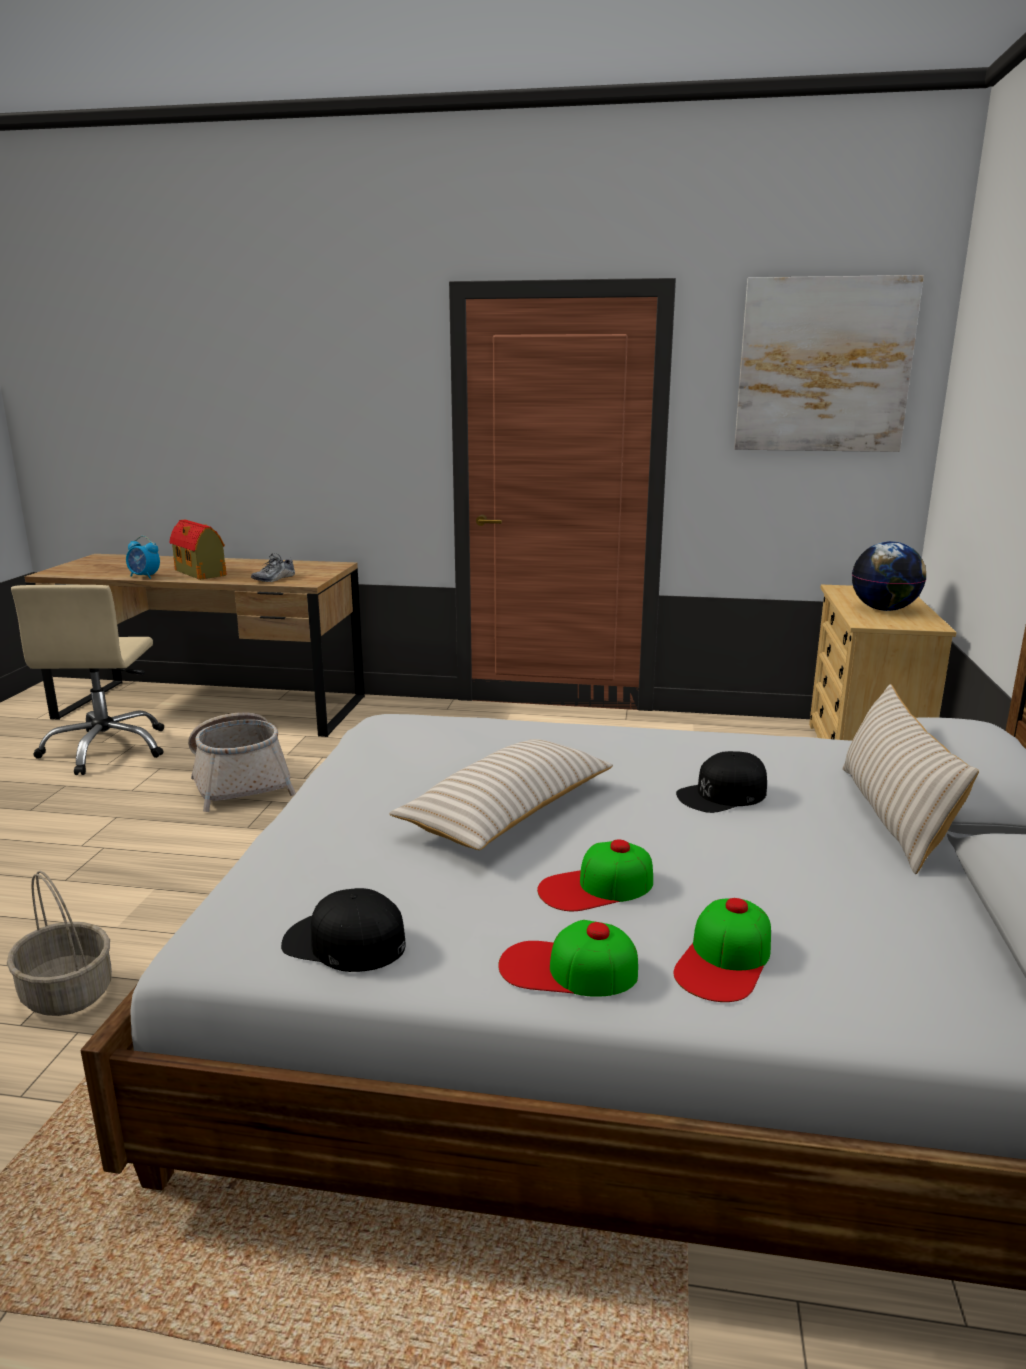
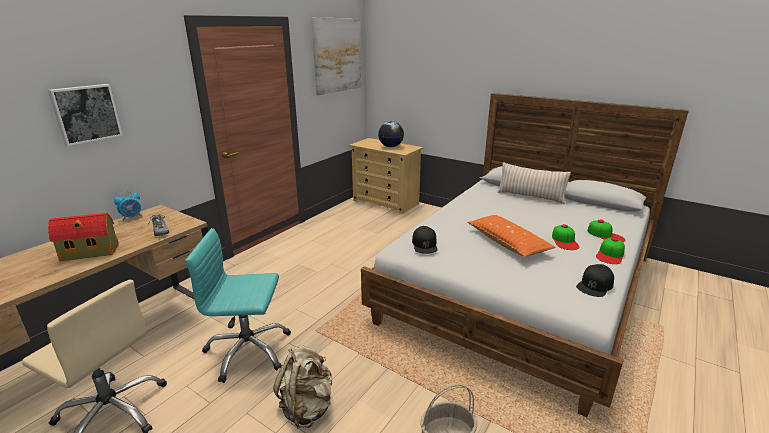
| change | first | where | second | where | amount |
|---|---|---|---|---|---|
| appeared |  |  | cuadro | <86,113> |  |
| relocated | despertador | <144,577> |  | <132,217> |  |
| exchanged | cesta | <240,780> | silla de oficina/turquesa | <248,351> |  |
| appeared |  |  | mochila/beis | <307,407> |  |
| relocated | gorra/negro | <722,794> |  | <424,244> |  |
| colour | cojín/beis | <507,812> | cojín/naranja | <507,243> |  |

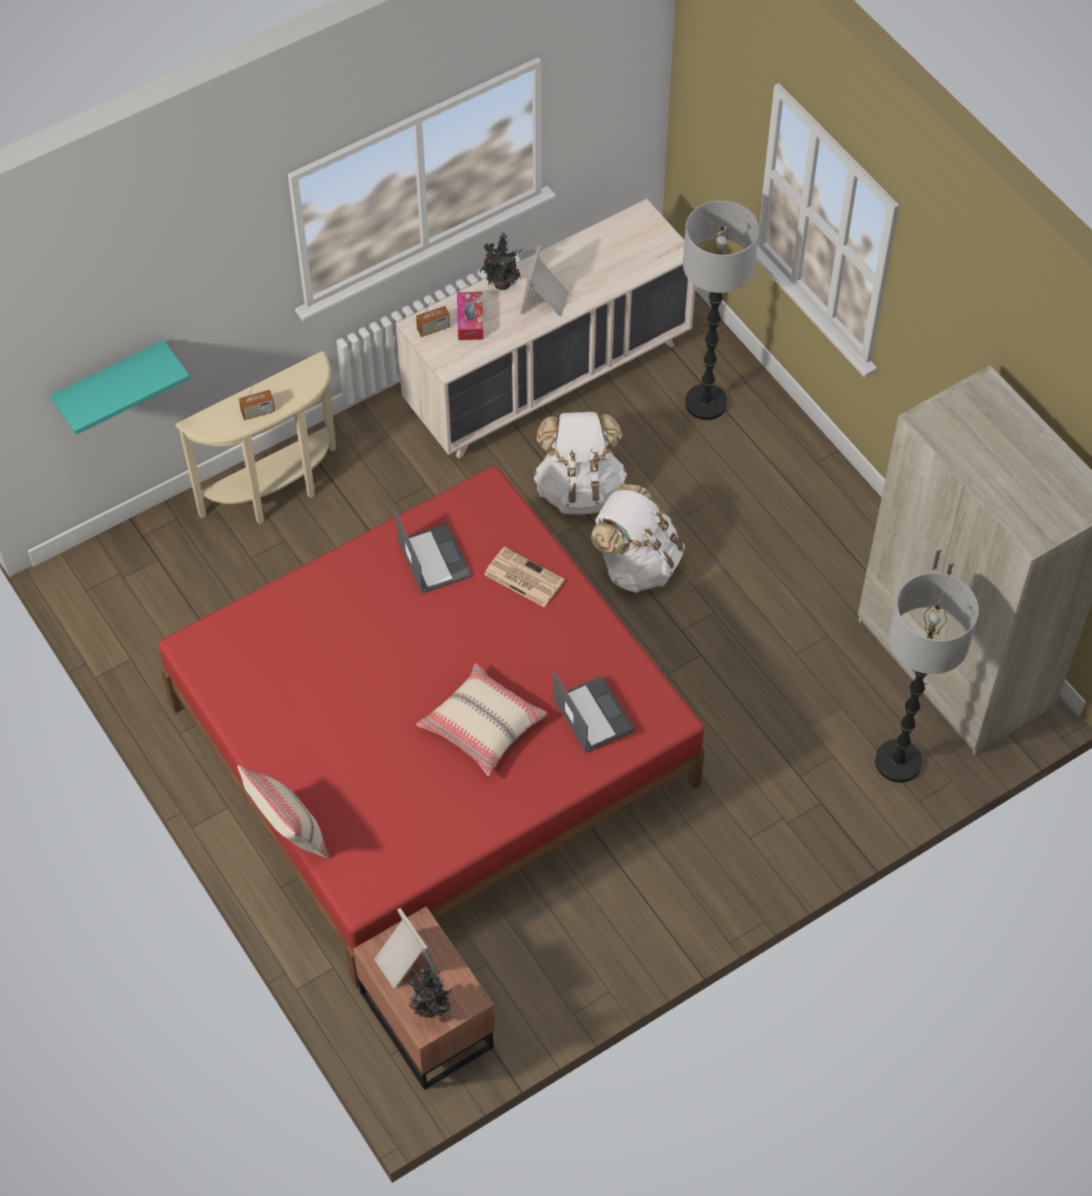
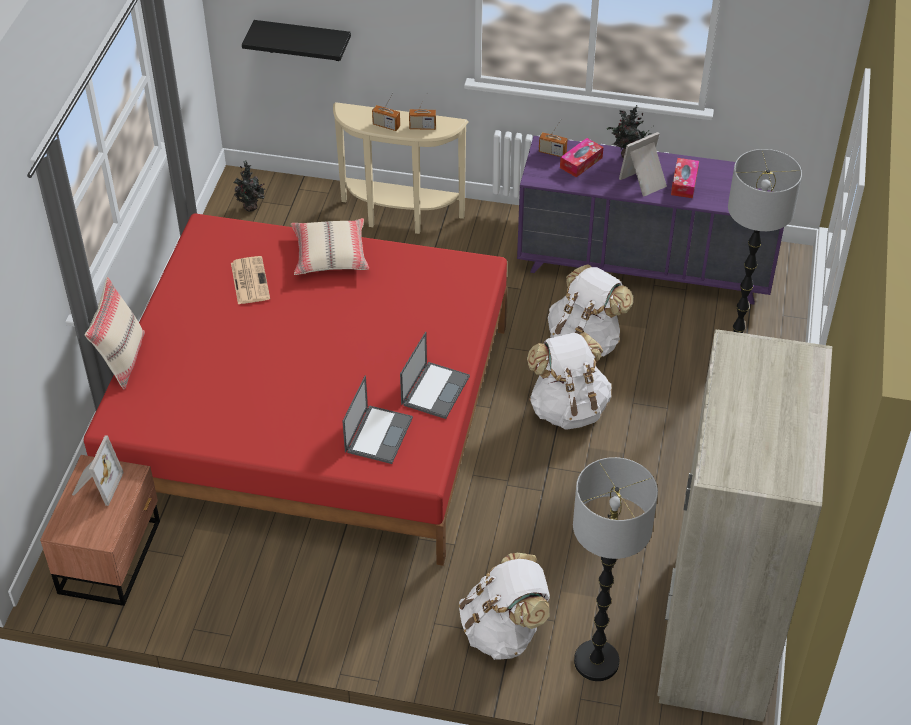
| change | first | where | second | where | amount |
|---|---|---|---|---|---|
| relocated | periódico | <522,577> |  | <249,280> |  |
| relocated | planta en maceta | <431,1008> |  | <251,208> |  |
| colour | estante/turquesa | <110,381> | estante/negro | <303,40> |  |
| relocated | cojín/beis | <482,726> |  | <330,254> |  |
| relocated | portátil | <433,558> |  | <435,389> |  |
| appeared |  |  | radio | <422,127> |  |
| appeared |  |  | mochila/blanco | <504,631> |  |
| colour | cómoda/beis | <548,377> | cómoda/morado | <645,267> |  |
| appeared |  |  | caja de pañuelos | <684,183> |  |

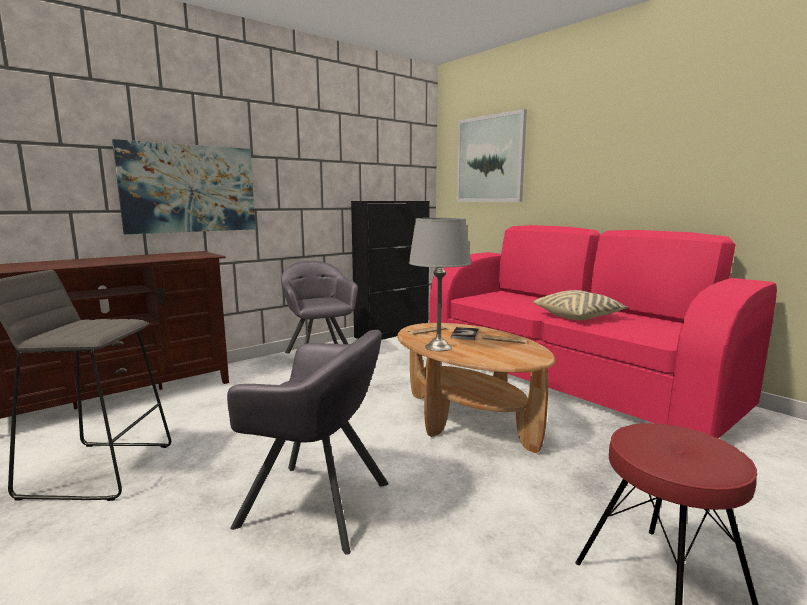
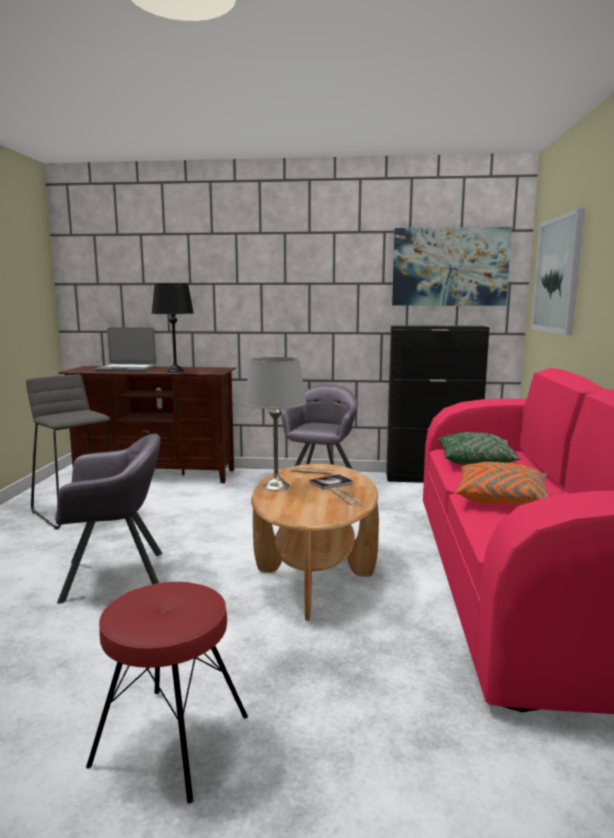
| change | first | where | second | where | amount |
|---|---|---|---|---|---|
| spun | sillón/gris | <316,505> |  | <115,576> | 75 degrees counterclockwise |
| appeared |  |  | portátil | <126,369> |  |
| appeared |  |  | lámpara de mesa/negro | <175,371> |  |
| relocated | cuadro | <190,188> |  | <450,267> |  |
| appeared |  |  | cojín/verde | <476,462> |  |
| colour | cojín/beis | <578,316> | cojín/naranja | <502,499> |  |

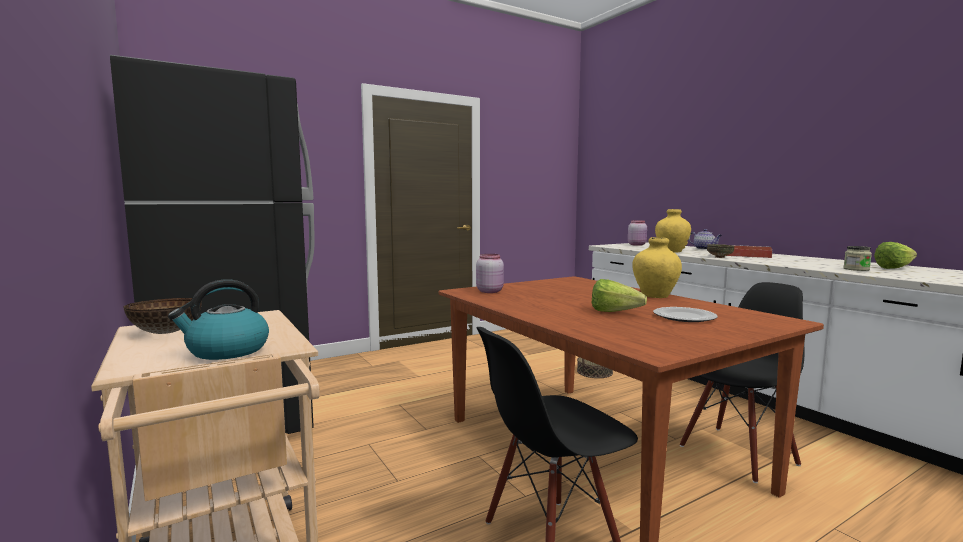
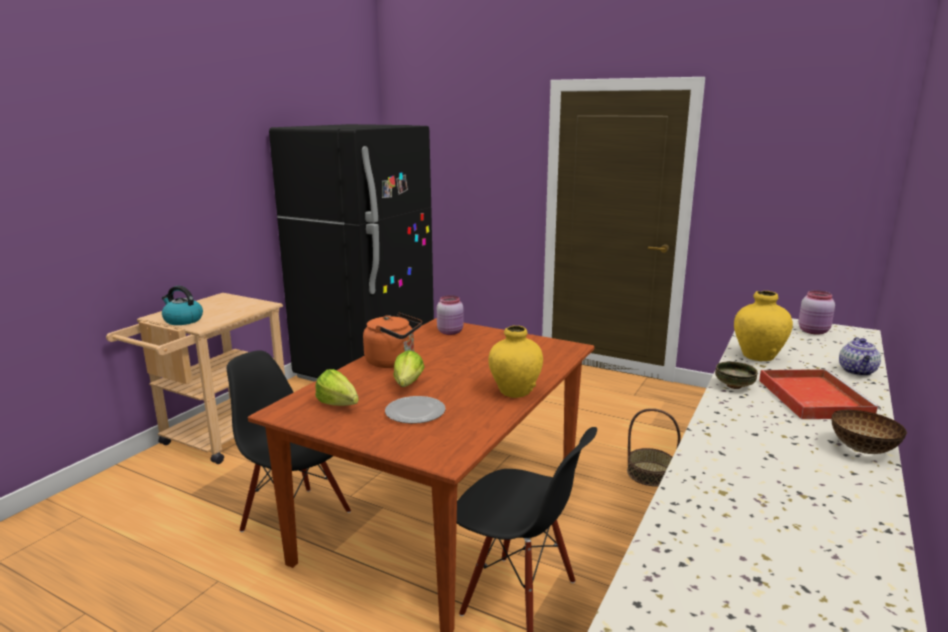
| change | first | where | second | where | amount |
|---|---|---|---|---|---|
| relocated | lechuga | <898,268> |  | <340,406> |  |
| appeared |  |  | hervidor/naranja | <393,362> |  |
| relocated | cuenco | <167,332> |  | <863,449> |  |
| missing | tarro | <856,269> |  |  |  |

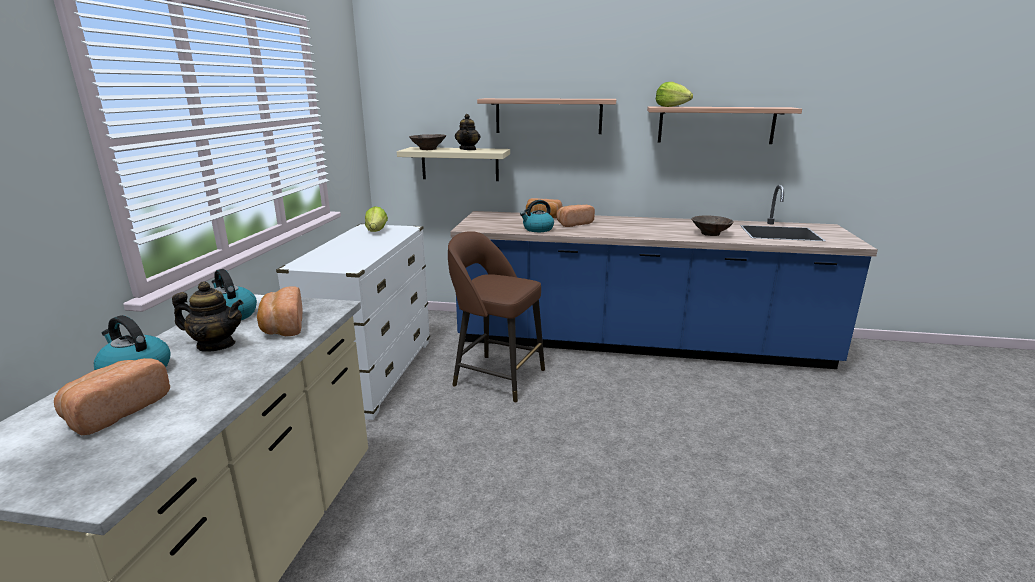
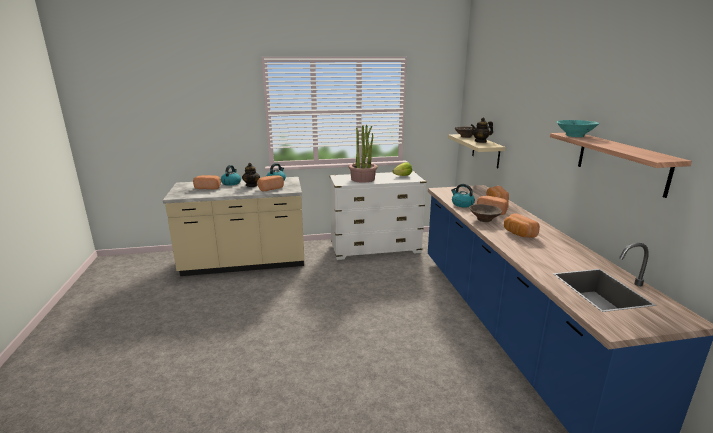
| change | first | where | second | where | amount |
|---|---|---|---|---|---|
| appeared |  |  | planta en maceta | <363,179> |  |
| relocated | cuenco/marrón | <710,234> |  | <484,219> |  |
| appeared |  |  | pan | <518,233> |  |
| exchanged | lechuga | <671,106> | cuenco/turquesa | <575,135> |  |
| missing | taburete/marrón | <497,377> |  |  |  |
| missing | estante | <548,116> |  |  |  |

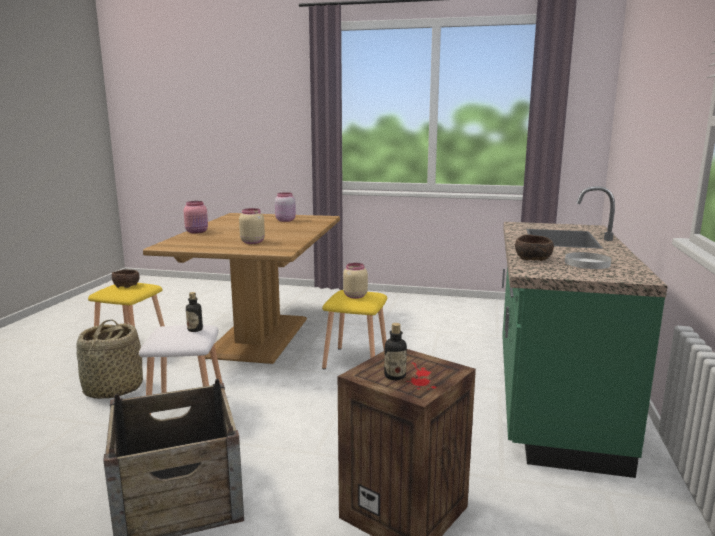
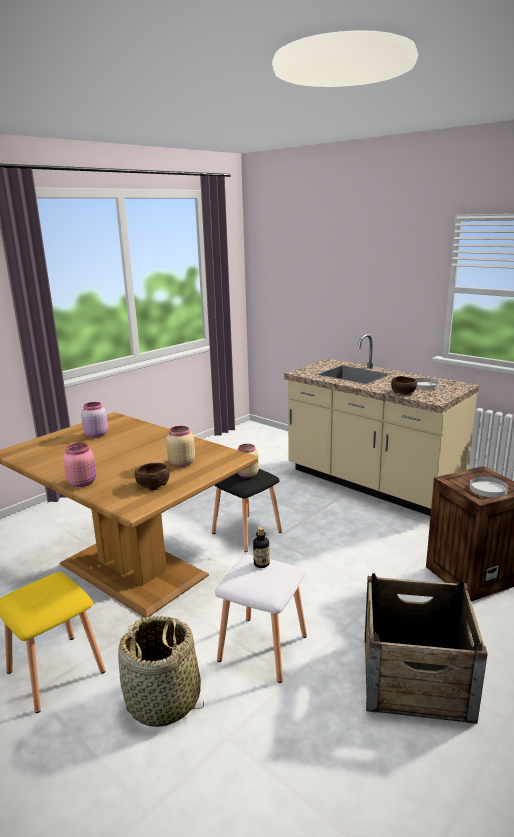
| change | first | where | second | where | amount |
|---|---|---|---|---|---|
| relocated | cuenco/marrón | <126,285> |  | <152,484> |  |
| colour | taburete/amarillo | <356,361> | taburete/negro | <248,532> |  |
| colour | mueble bajo de cocina/verde | <551,400> | mueble bajo de cocina/beis | <371,484> |  |
| exchanged | botella | <395,376> | plato/blanco | <488,489> |  |

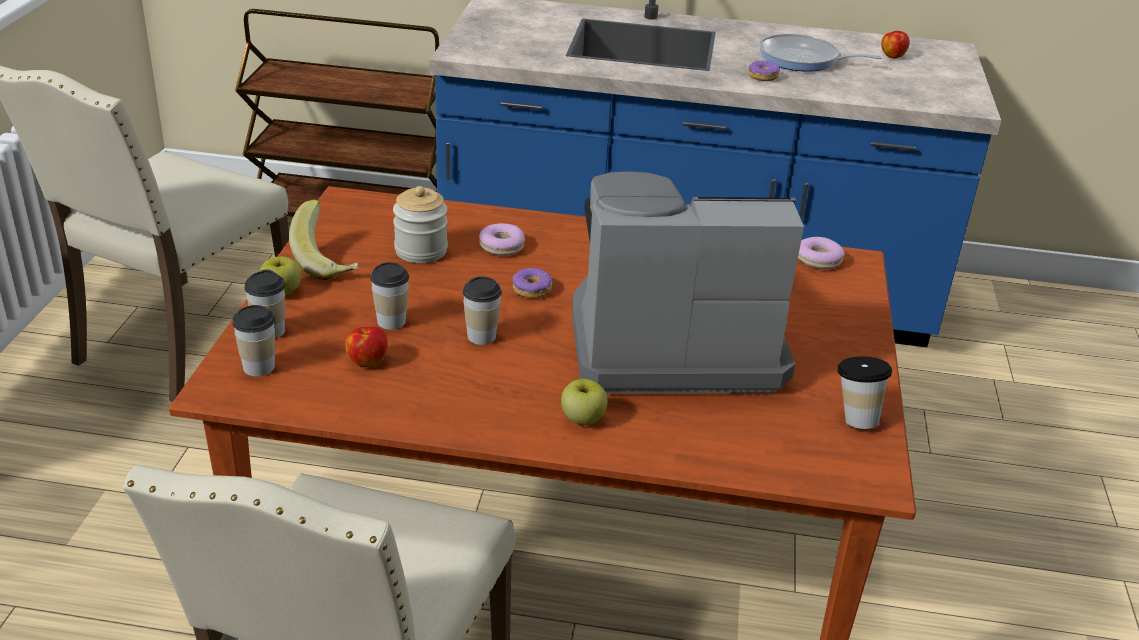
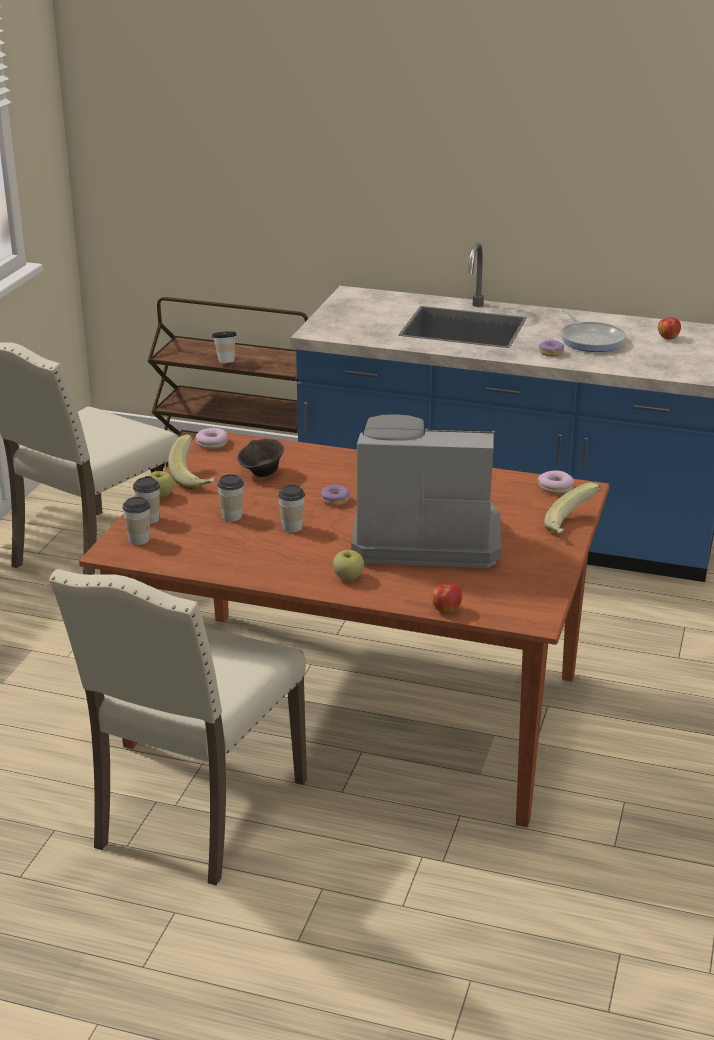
| change | first | where | second | where | amount |
|---|---|---|---|---|---|
| relocated | rosquilla | <502,246> |  | <212,443> |  |
| relocated | taza | <854,417> |  | <225,361> |  |
| exchanged | tarro | <421,251> | cuenco/marrón | <262,473> |  |
| relocated | manzana | <367,361> |  | <446,609> |  |
| appeared |  |  | plátano | <572,526> |  |
| spun | sartén | <803,59> |  | <590,340> | 135 degrees counterclockwise |

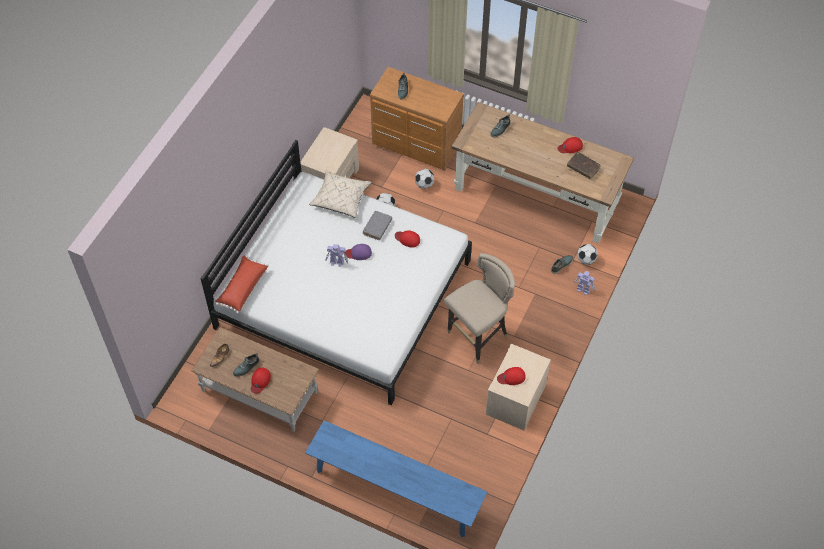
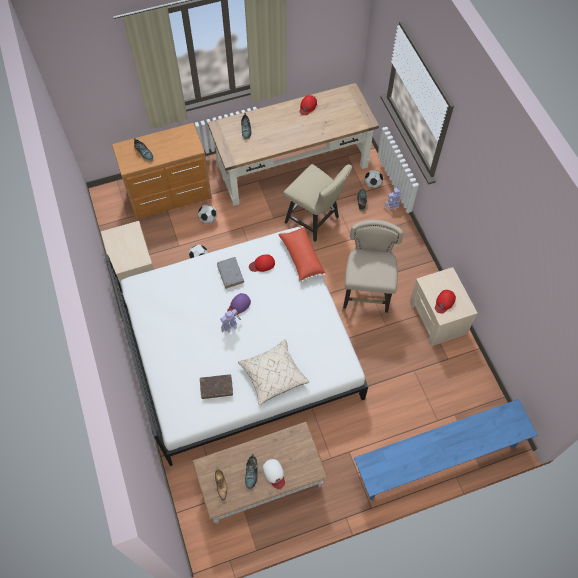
| change | first | where | second | where | amount |
|---|---|---|---|---|---|
| relocated | libro/marrón | <583,167> |  | <216,388> |  |
| relocated | cojín/beis | <341,198> |  | <273,375> |  |
| colour | gorra/rojo | <260,381> | gorra/blanco | <274,473> |  |
| relocated | cojín/rojo | <242,288> |  | <301,257> |  |
| appeared |  |  | silla/beis | <315,221> |  |

